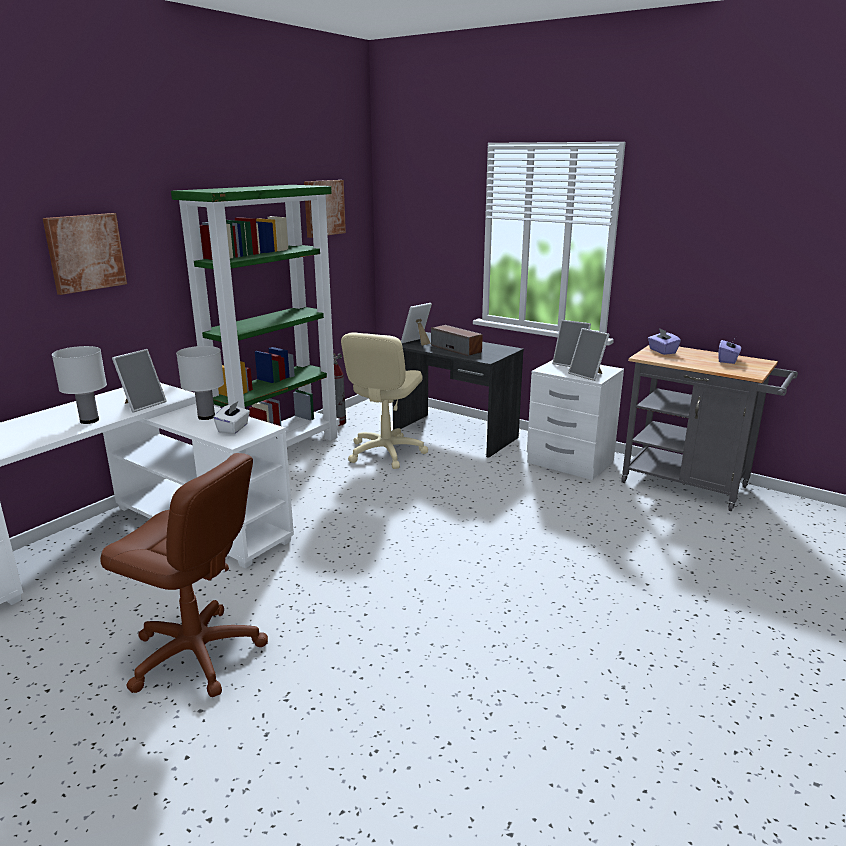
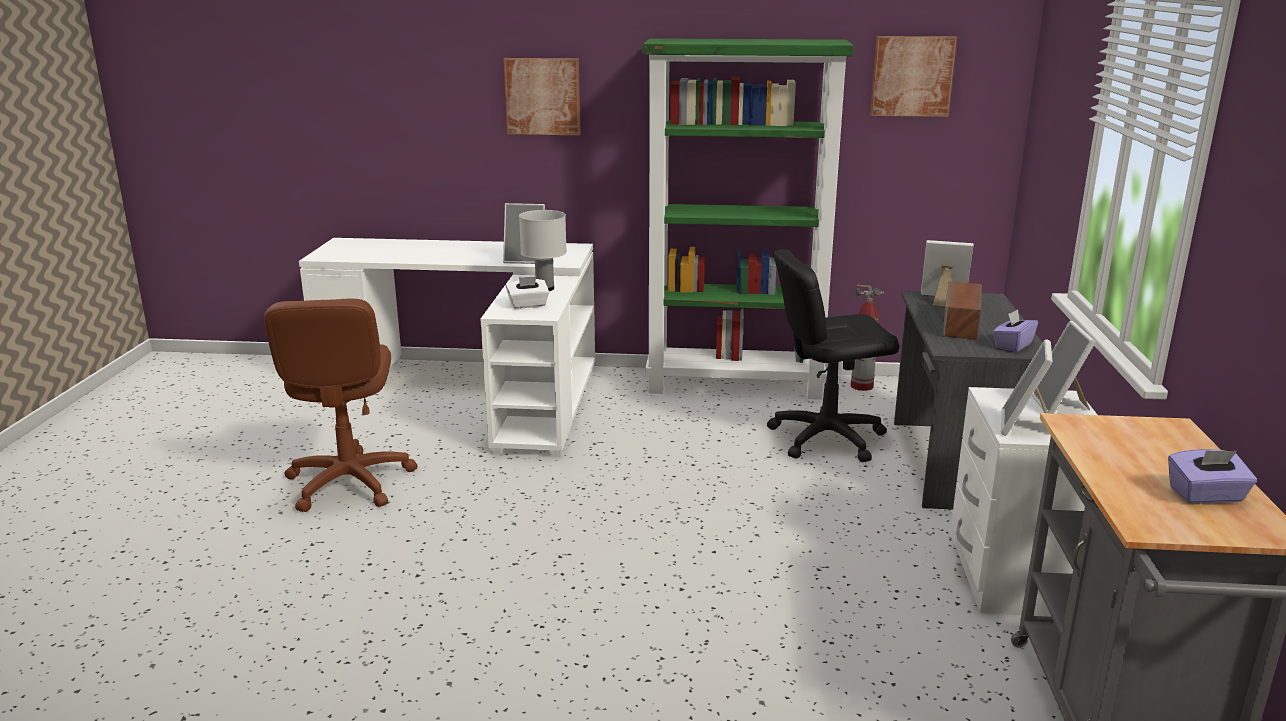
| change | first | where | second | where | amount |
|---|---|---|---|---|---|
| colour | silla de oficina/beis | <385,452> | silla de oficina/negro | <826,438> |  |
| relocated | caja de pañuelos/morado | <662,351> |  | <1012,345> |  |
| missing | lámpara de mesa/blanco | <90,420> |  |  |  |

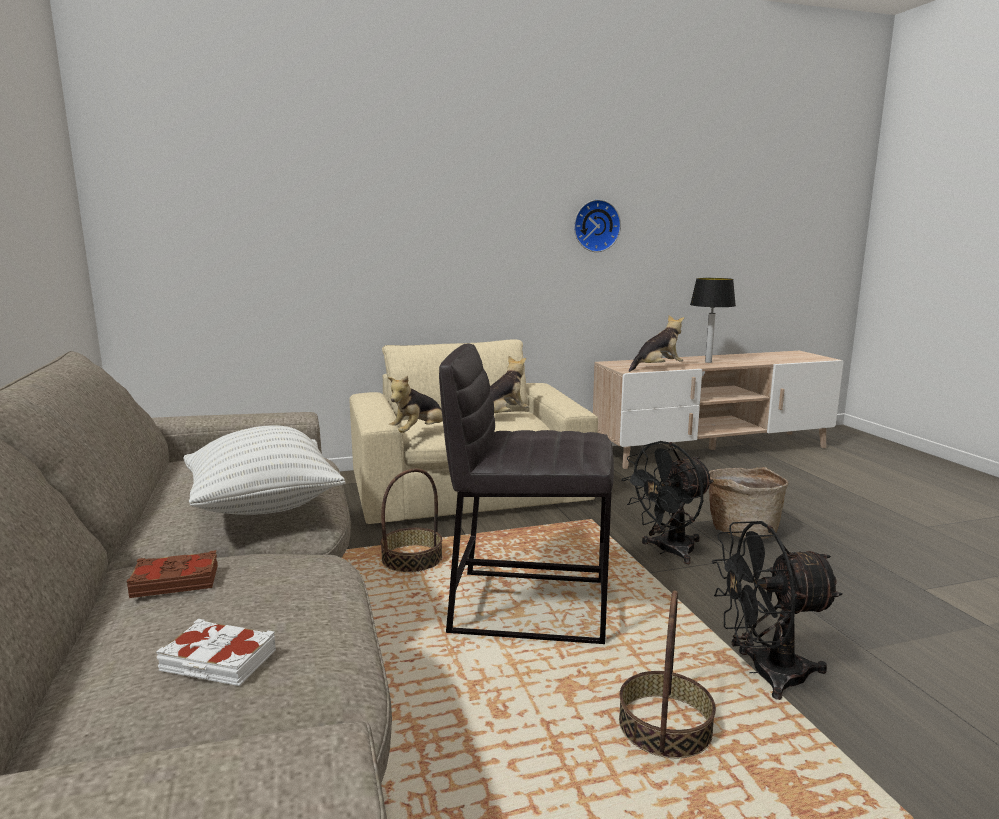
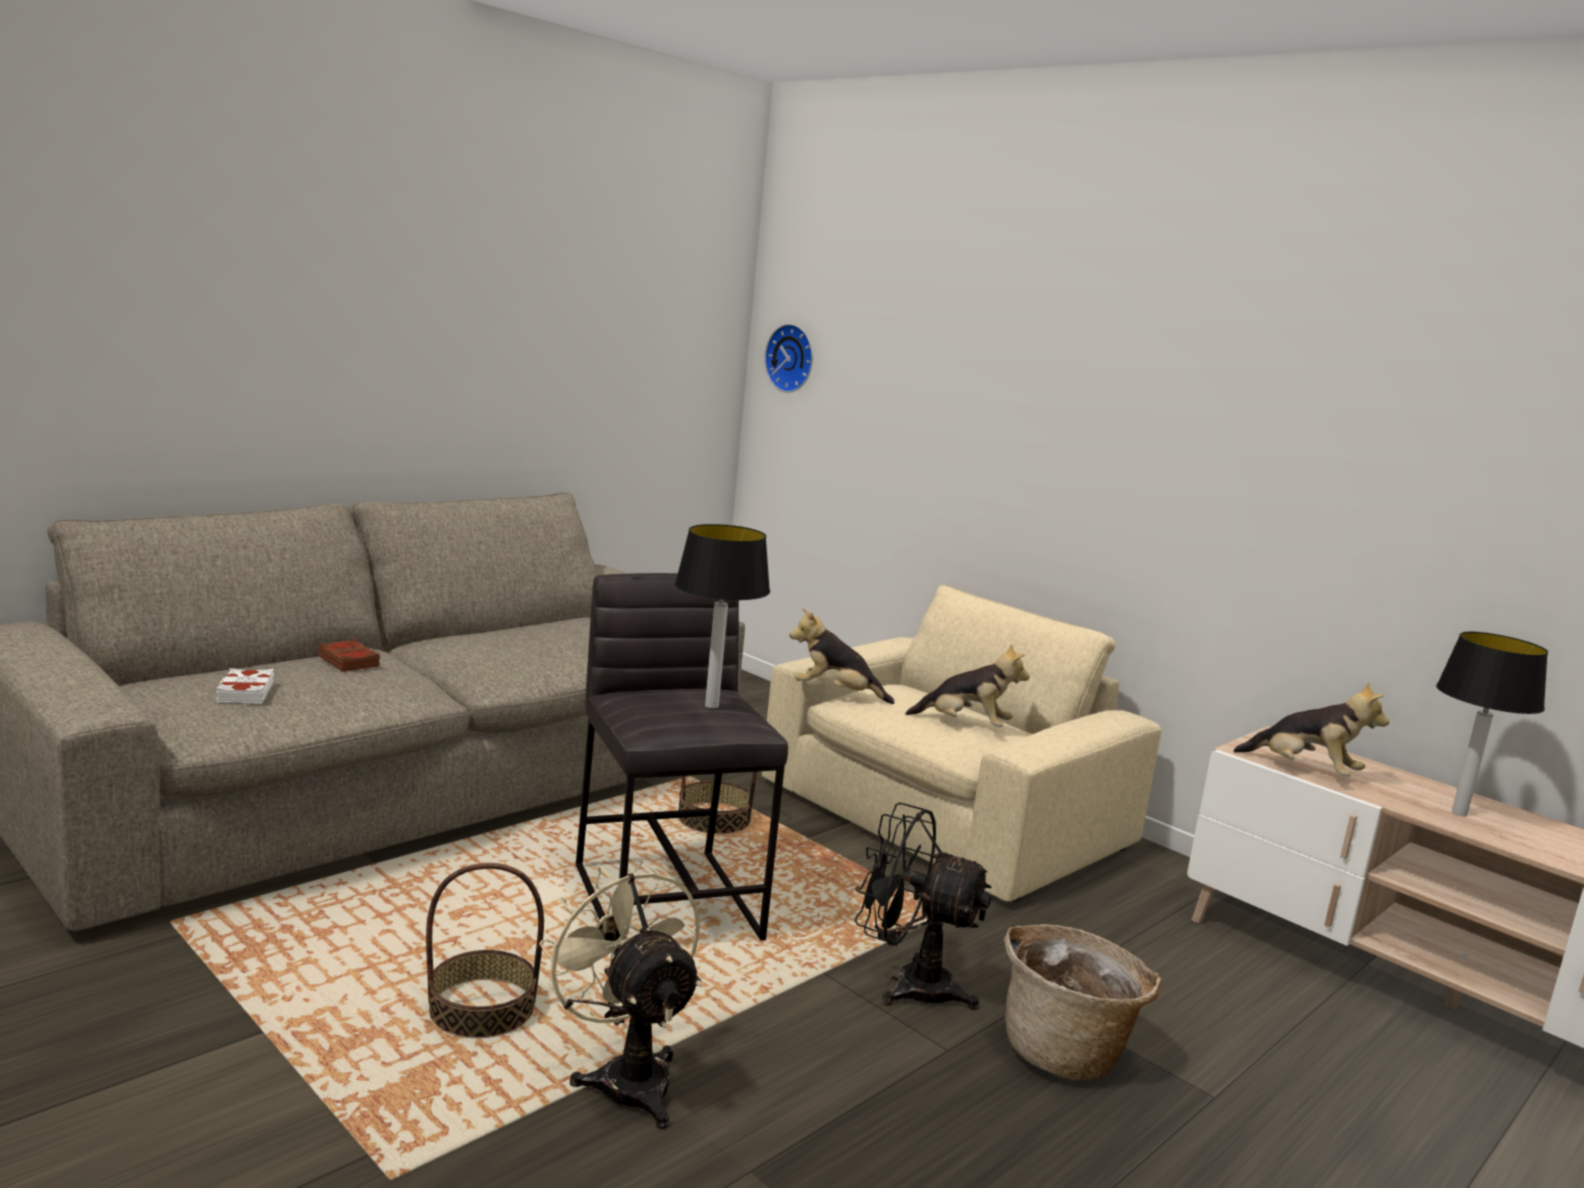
| change | first | where | second | where | amount |
|---|---|---|---|---|---|
| colour | ventilador/negro | <764,674> | ventilador/beis | <625,1076> |  |
| appeared |  |  | lámpara de mesa | <711,706> |  |
| relocated | reloj de pared | <595,226> |  | <792,358> |  |
| missing | cojín/blanco | <264,506> |  |  |  |

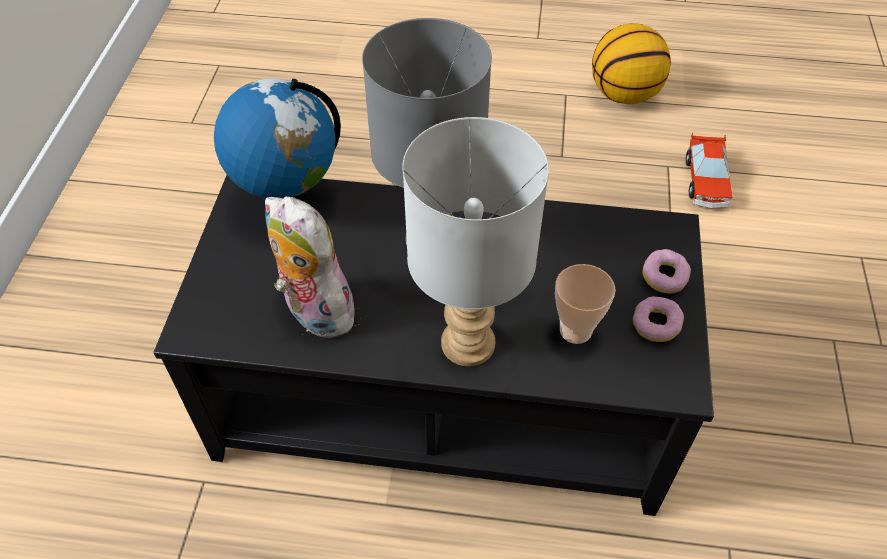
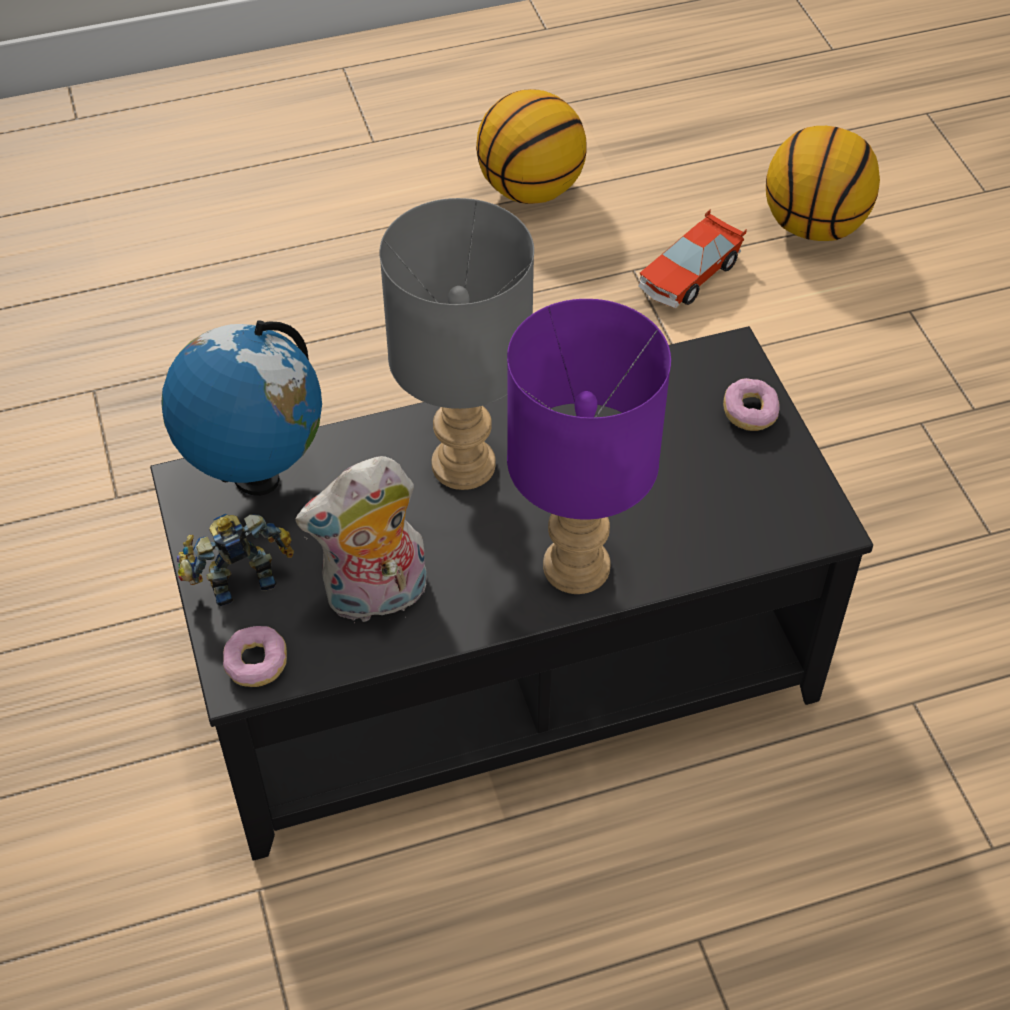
| change | first | where | second | where | amount |
|---|---|---|---|---|---|
| appeared |  |  | robot de juguete | <238,578> |  |
| relocated | rosquilla | <655,325> |  | <256,664> |  |
| spun | peluche | <314,311> |  | <376,598> | 45 degrees counterclockwise |
| colour | lámpara de mesa/gris | <470,344> | lámpara de mesa/morado | <579,566> |  |
| spun | coche de juguete | <705,182> |  | <689,275> | 60 degrees clockwise |
| appeared |  |  | balón de baloncesto | <814,225> |  |
| missing | taza | <575,330> |  |  |  |

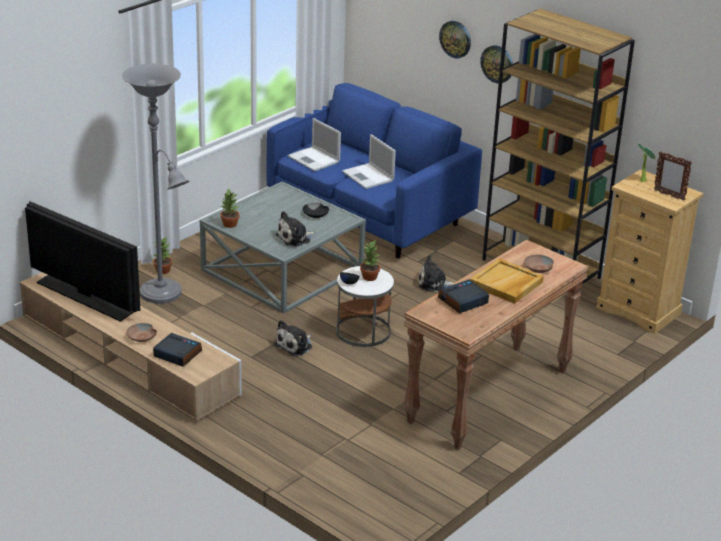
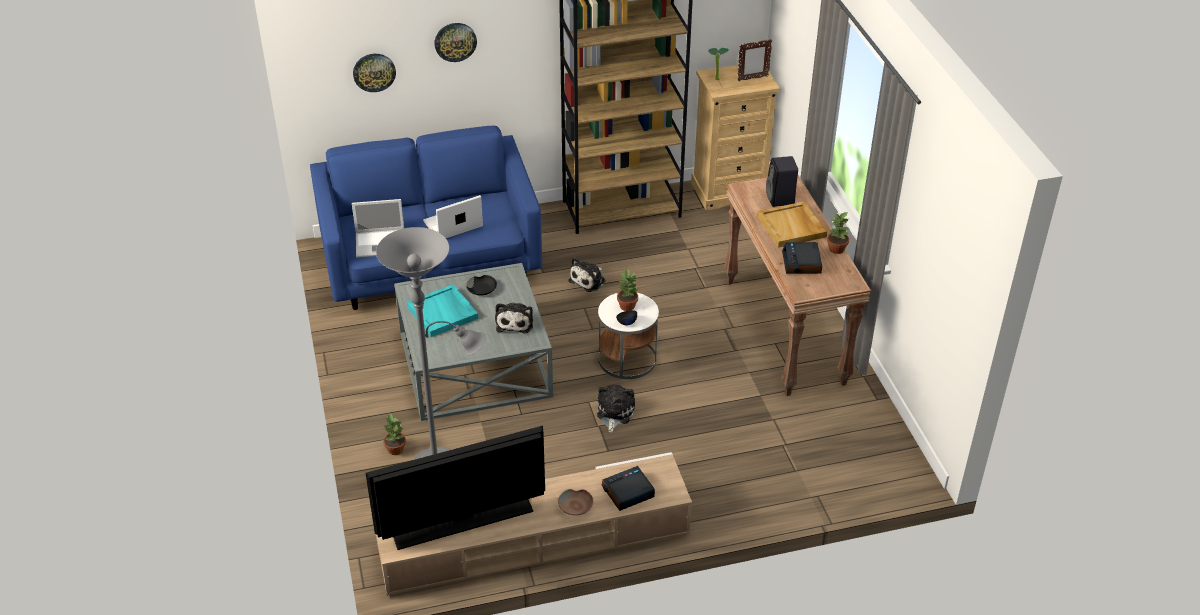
| change | first | where | second | where | amount |
|---|---|---|---|---|---|
| relocated | reloj de pared | <497,64> |  | <374,72> |  |
| appeared |  |  | bandeja/turquesa | <443,313> |  |
| spun | portátil | <368,177> |  | <452,225> | 150 degrees clockwise |
| spun | peluche | <295,346> |  | <614,413> | 150 degrees counterclockwise |
| exchanged | cuenco/marrón | <538,268> | altavoz/negro | <780,199> |  |
| relocated | planta en maceta | <229,224> |  | <837,249> |  |

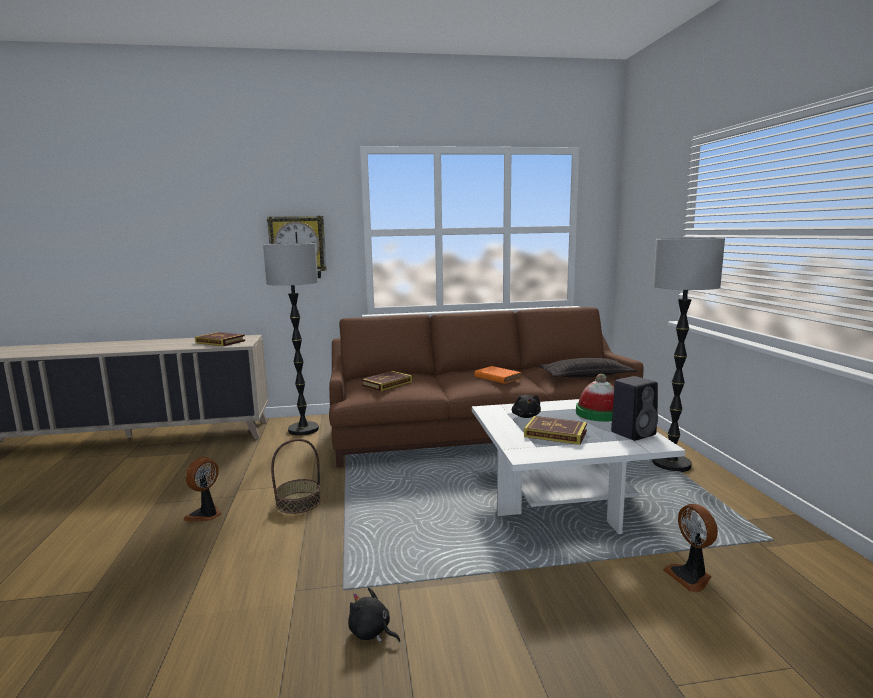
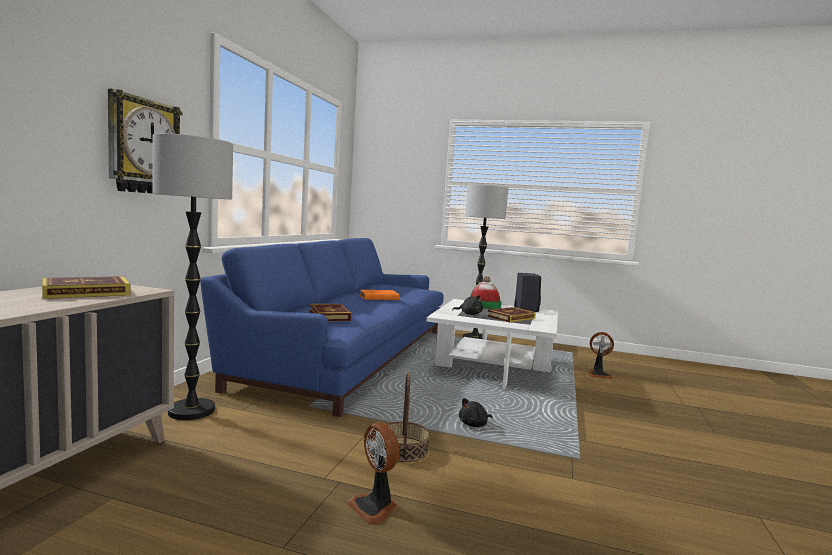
| change | first | where | second | where | amount |
|---|---|---|---|---|---|
| colour | sofá/marrón | <482,430> | sofá/azul | <348,354> |  |
| relocated | peluche/negro | <371,632> |  | <474,425> |  |
| missing | cojín | <586,375> |  |  |  |

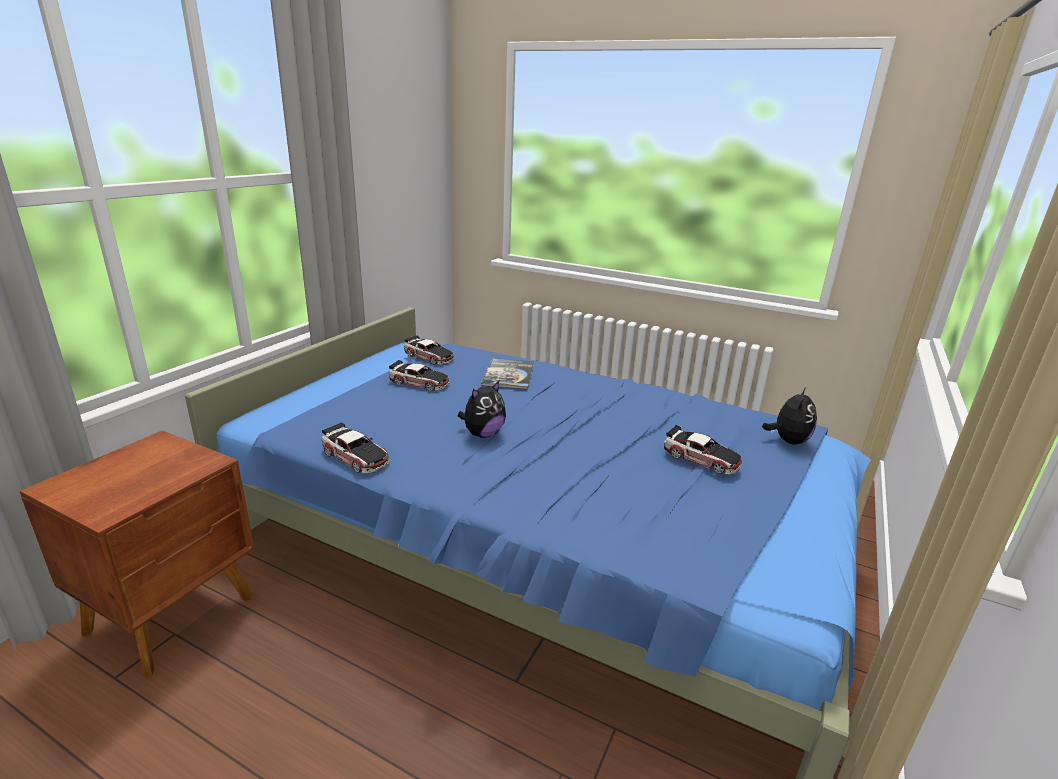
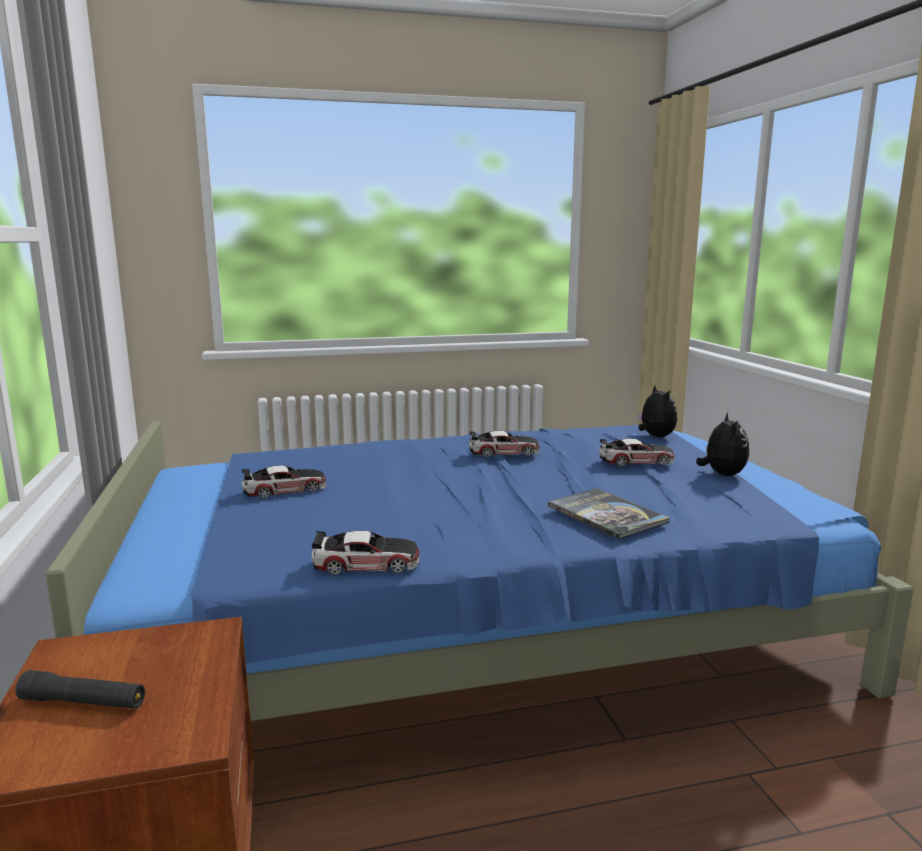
| change | first | where | second | where | amount |
|---|---|---|---|---|---|
| appeared |  |  | linterna/negro | <83,702> |  |
| relocated | coche de juguete | <429,357> |  | <504,452> |  |
| relocated | libro | <508,375> |  | <606,514> |  |
| relocated | peluche | <483,434> |  | <722,474> |  |

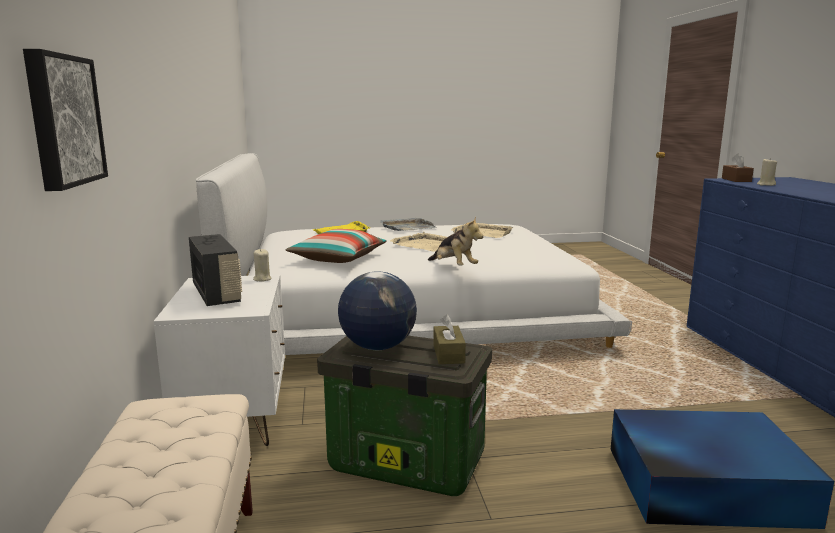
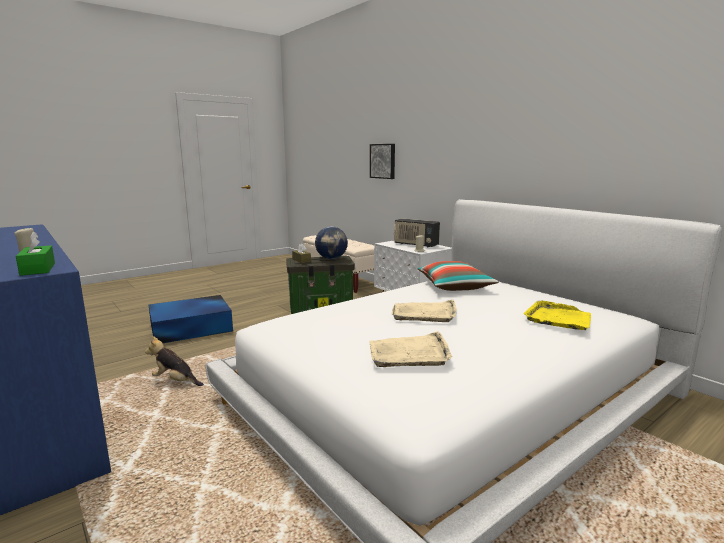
| change | first | where | second | where | amount |
|---|---|---|---|---|---|
| colour | caja de pañuelos/marrón | <736,180> | caja de pañuelos/verde | <38,269> |  |
| relocated | peluche | <454,267> |  | <175,381> |  |
| missing | bandeja/gris | <407,227> |  |  |  |

